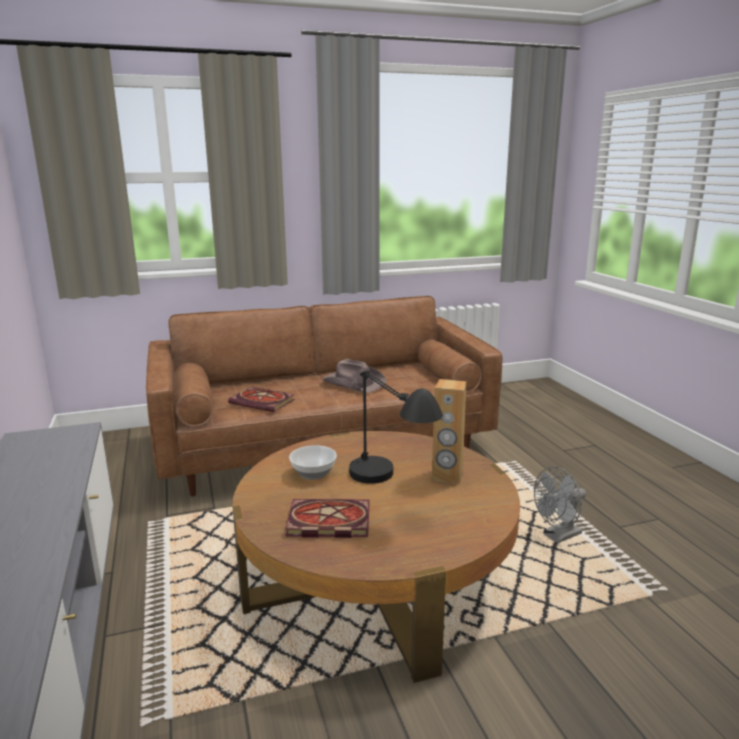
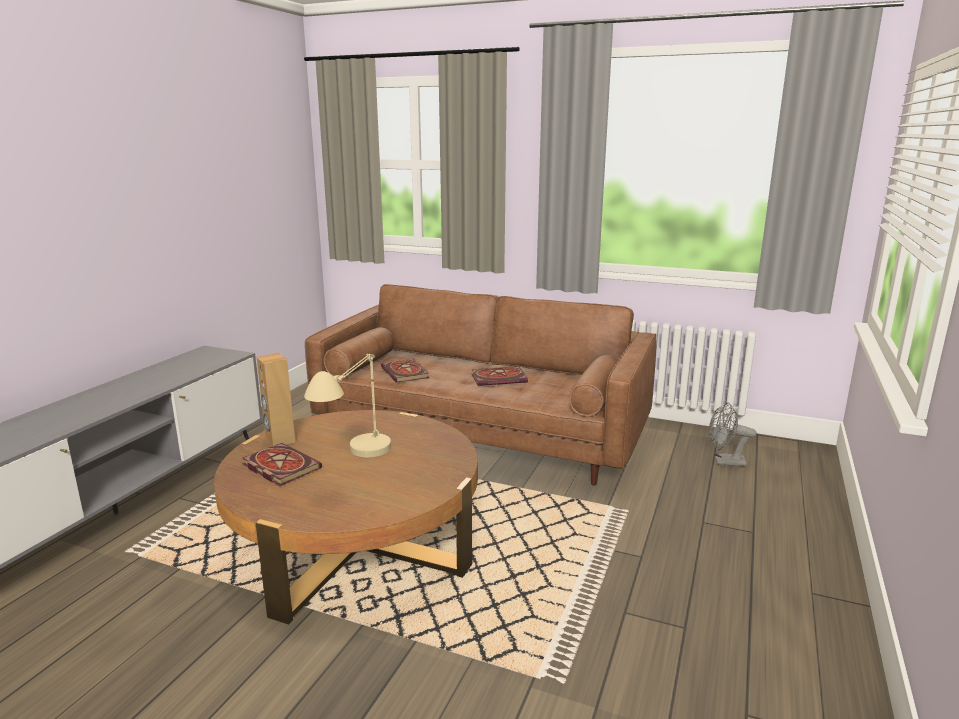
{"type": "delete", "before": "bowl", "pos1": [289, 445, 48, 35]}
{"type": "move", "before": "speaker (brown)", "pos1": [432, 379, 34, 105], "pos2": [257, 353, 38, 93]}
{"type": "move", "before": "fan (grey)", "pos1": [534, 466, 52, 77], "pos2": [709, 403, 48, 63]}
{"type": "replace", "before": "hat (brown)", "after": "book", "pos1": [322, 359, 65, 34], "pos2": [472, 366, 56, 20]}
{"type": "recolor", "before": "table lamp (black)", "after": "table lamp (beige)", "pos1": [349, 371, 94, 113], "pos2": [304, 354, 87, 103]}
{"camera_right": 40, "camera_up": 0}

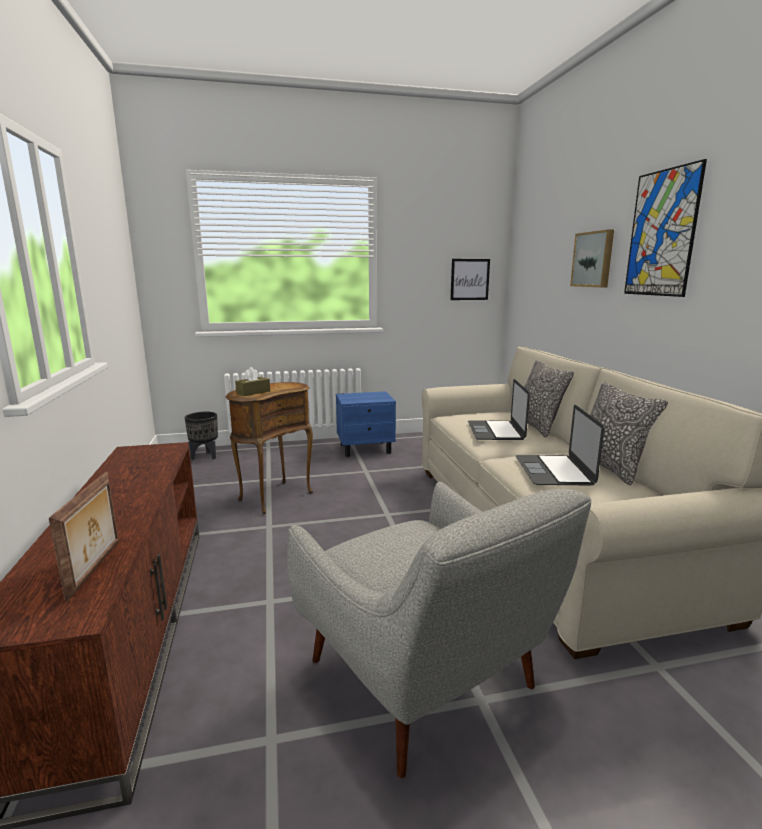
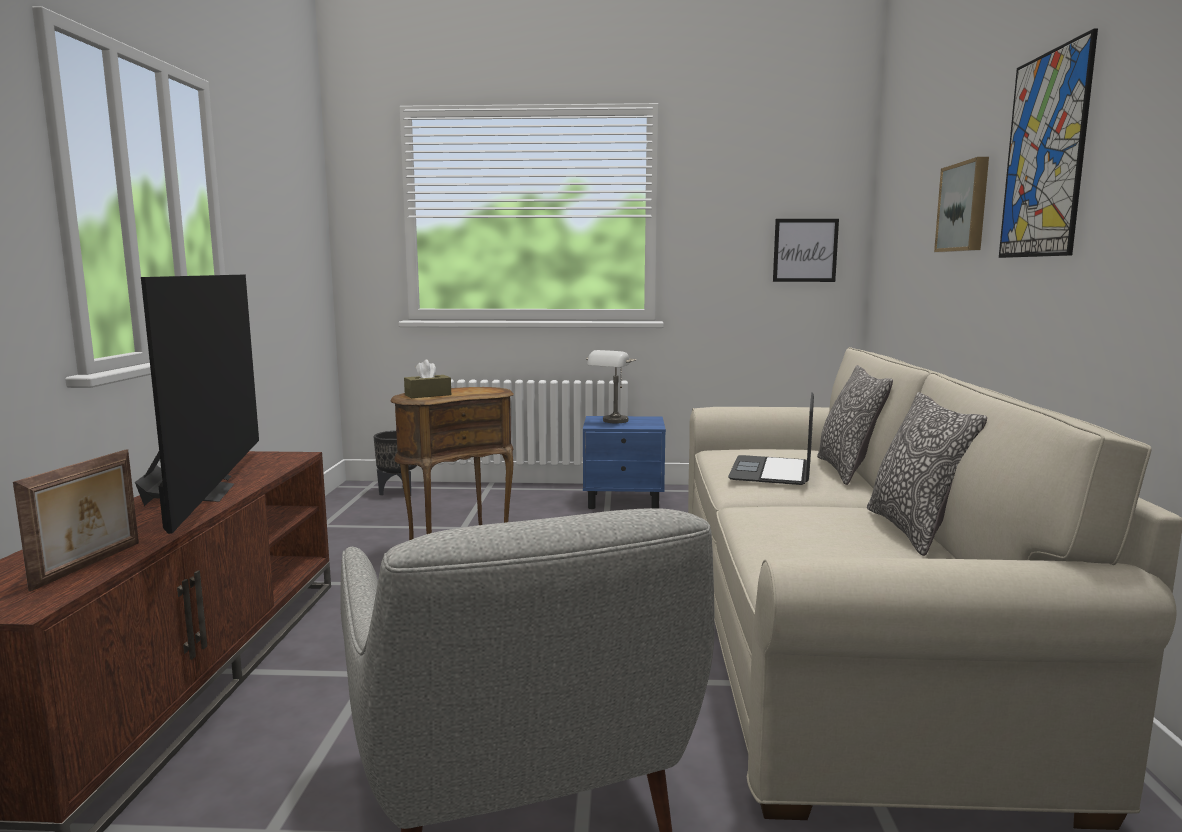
{"type": "delete", "before": "laptop", "pos1": [516, 405, 88, 80]}
{"type": "insert", "after": "television", "pos2": [135, 275, 124, 259]}
{"type": "insert", "after": "table lamp (grey)", "pos2": [586, 350, 50, 73]}
{"camera_right": 15, "camera_up": -5}

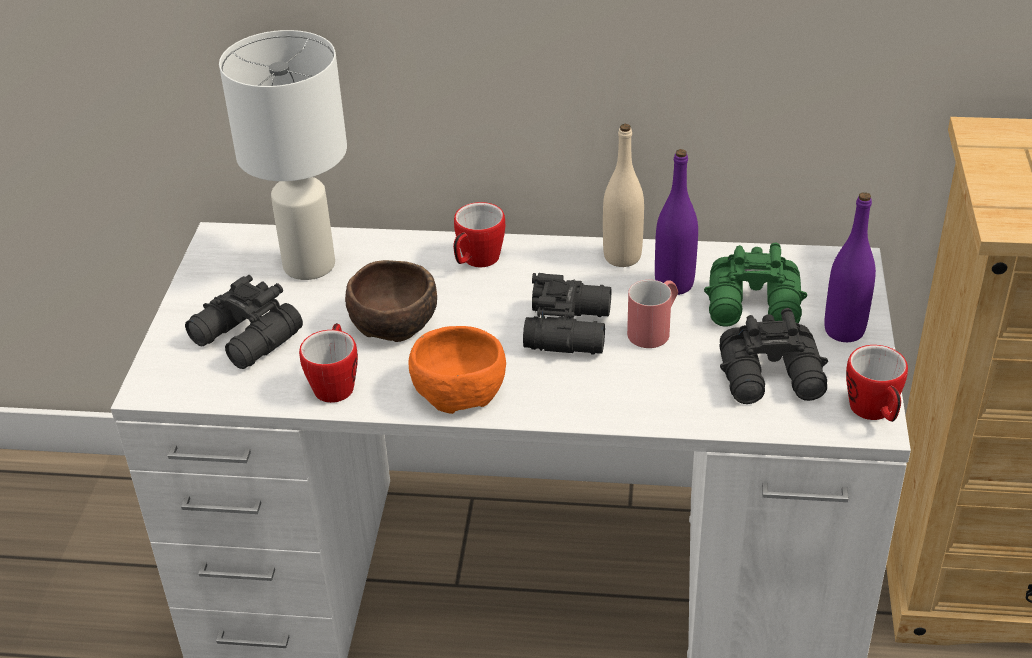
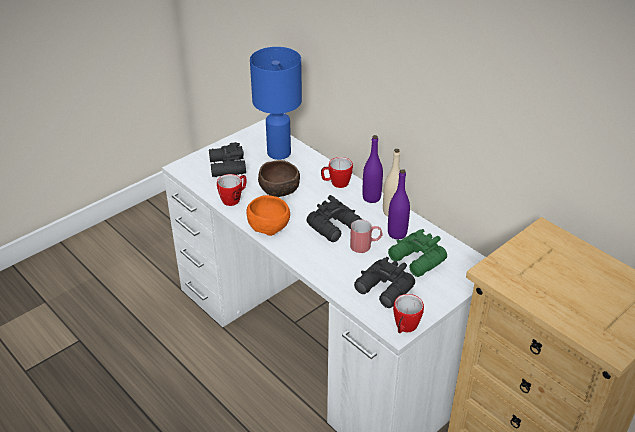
{"type": "move", "before": "bottle (purple)", "pos1": [824, 192, 52, 150], "pos2": [362, 135, 21, 68]}
{"type": "recolor", "before": "table lamp (white)", "after": "table lamp (blue)", "pos1": [219, 30, 128, 250], "pos2": [250, 47, 52, 113]}
{"camera_right": 40, "camera_up": 0}

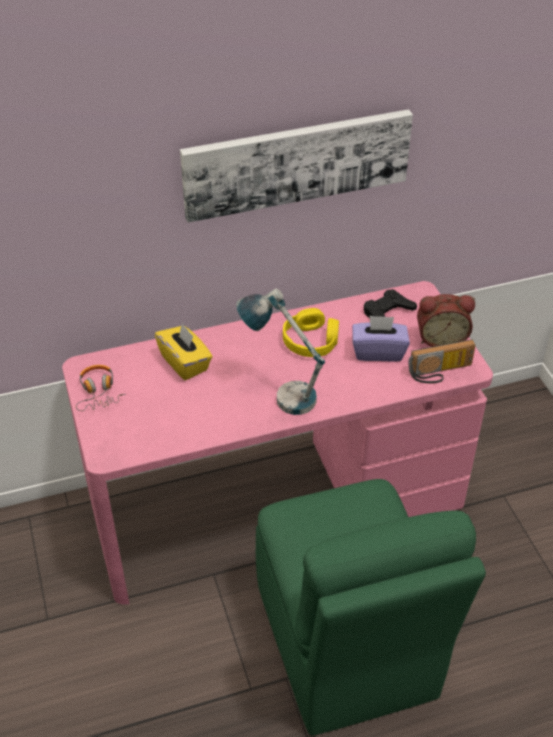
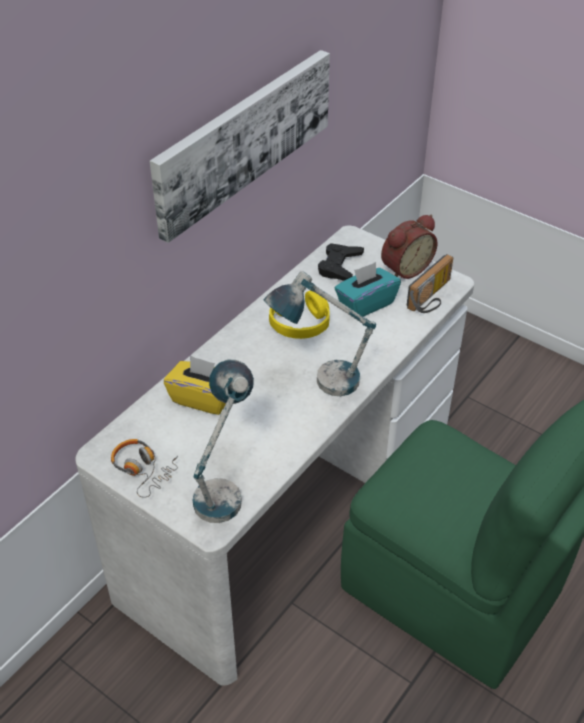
{"type": "insert", "after": "table lamp", "pos2": [193, 360, 61, 163]}
{"type": "recolor", "before": "desk (pink)", "after": "desk (white)", "pos1": [62, 281, 431, 323], "pos2": [75, 226, 399, 460]}
{"type": "recolor", "before": "tissue box (purple)", "after": "tissue box (turquoise)", "pos1": [352, 315, 58, 47], "pos2": [335, 262, 66, 55]}
{"camera_right": -35, "camera_up": 0}

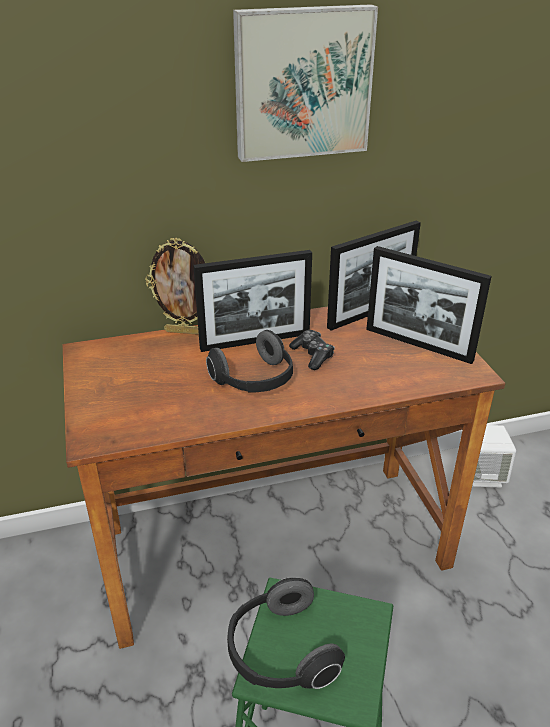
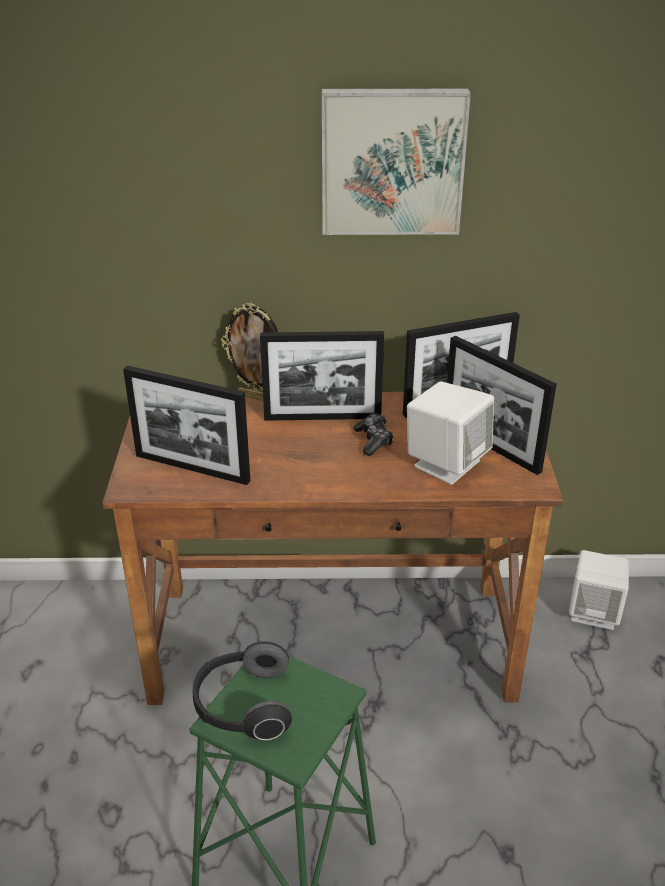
{"type": "delete", "before": "headphones", "pos1": [206, 330, 87, 62]}
{"type": "insert", "after": "picture frame", "pos2": [123, 365, 127, 120]}
{"type": "insert", "after": "speaker (white)", "pos2": [407, 381, 87, 104]}
{"camera_right": 15, "camera_up": 0}

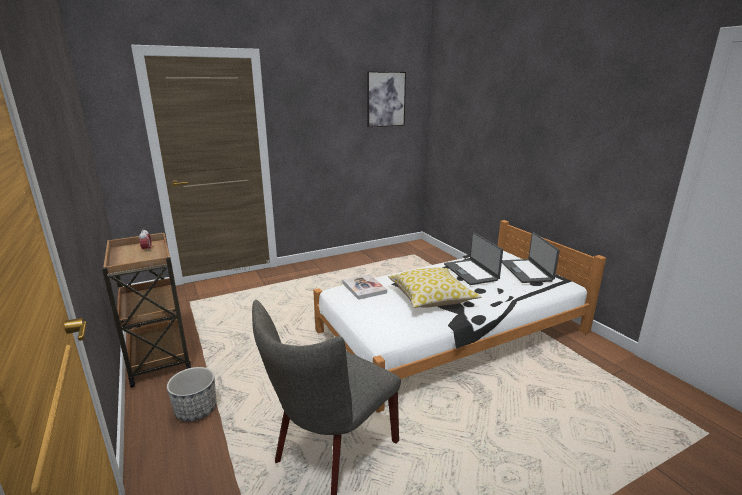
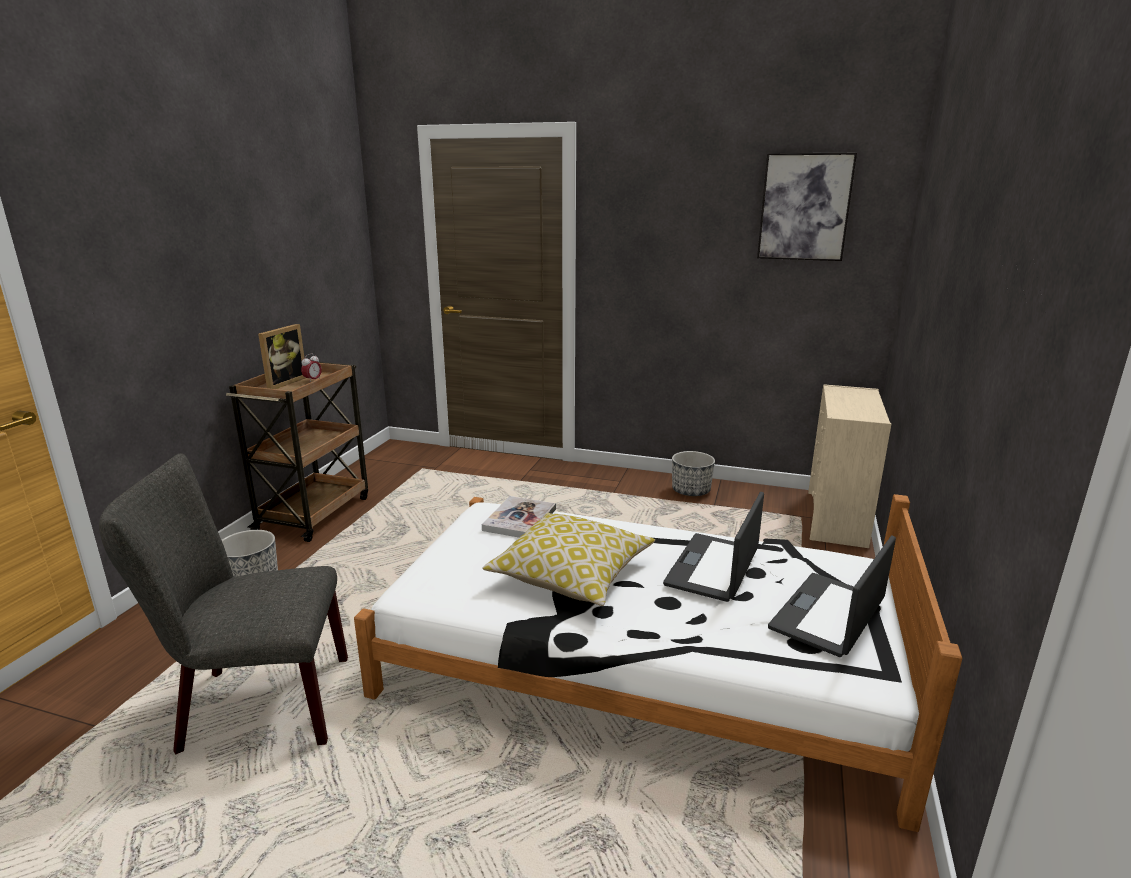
{"type": "insert", "after": "picture frame", "pos2": [258, 324, 47, 65]}
{"type": "insert", "after": "planter", "pos2": [672, 451, 43, 46]}
{"type": "insert", "after": "dresser (beige)", "pos2": [808, 384, 83, 164]}
{"camera_right": 45, "camera_up": 0}

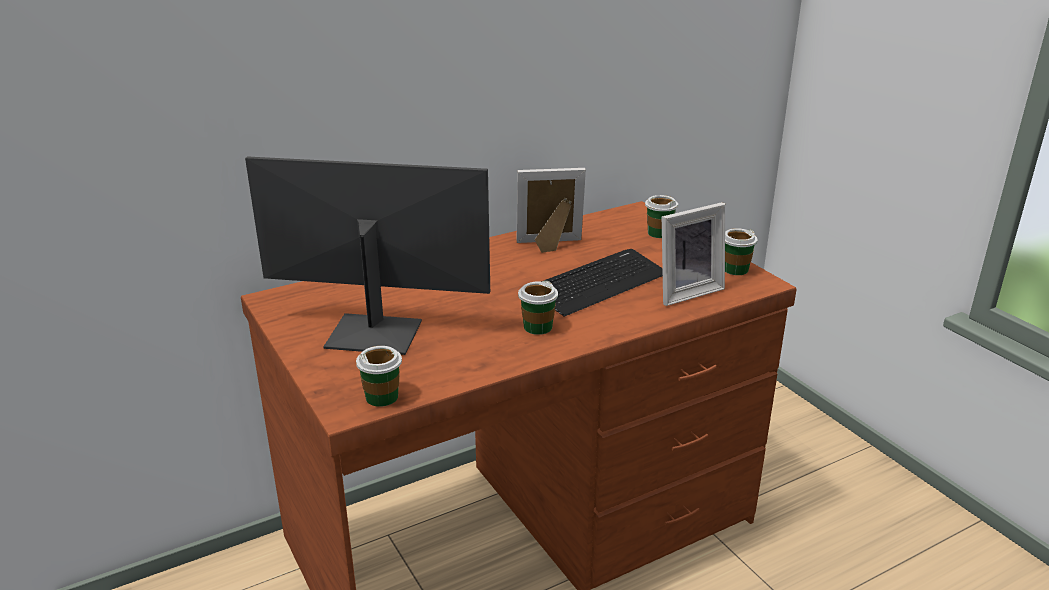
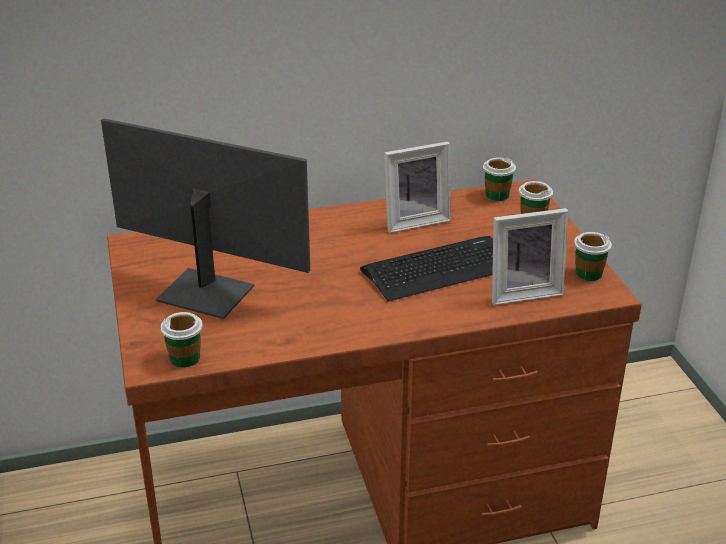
{"type": "move", "before": "cup", "pos1": [518, 281, 40, 54], "pos2": [483, 158, 33, 43]}
{"type": "rotate", "before": "picture frame", "pos1": [517, 168, 69, 85], "pos2": [384, 141, 67, 92], "turn": 150}
{"camera_right": 15, "camera_up": 5}

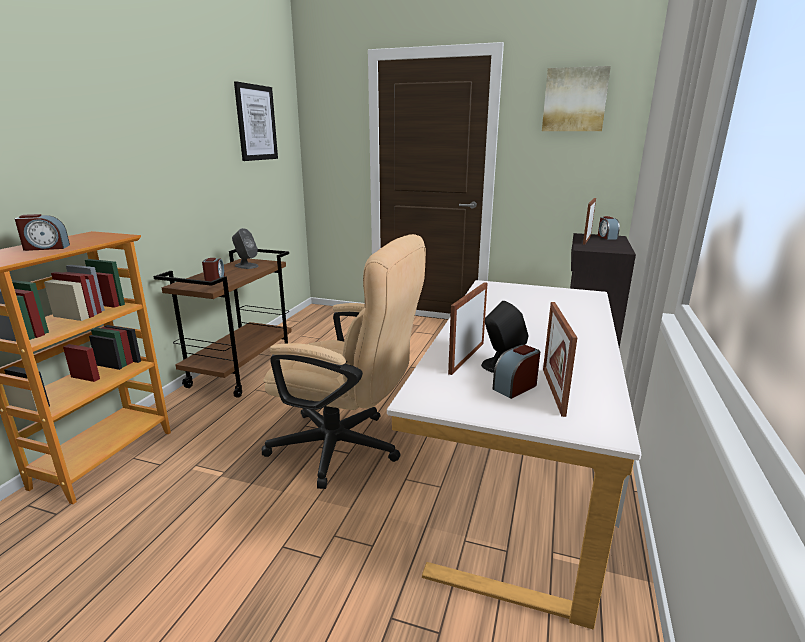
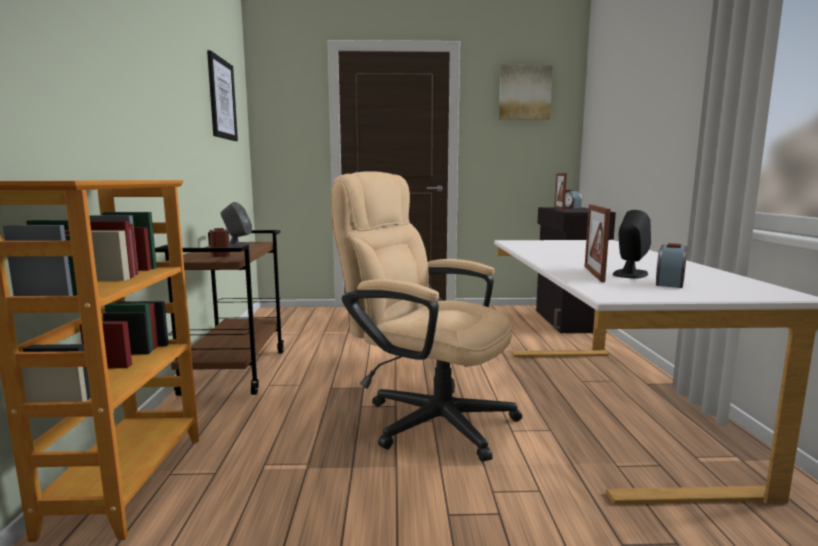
{"type": "delete", "before": "alarm clock", "pos1": [15, 214, 55, 37]}
{"type": "delete", "before": "picture frame", "pos1": [543, 302, 34, 115]}
{"type": "rotate", "before": "office chair (beige)", "pos1": [262, 234, 164, 255], "pos2": [331, 171, 191, 291], "turn": -150}
{"camera_right": -20, "camera_up": -10}

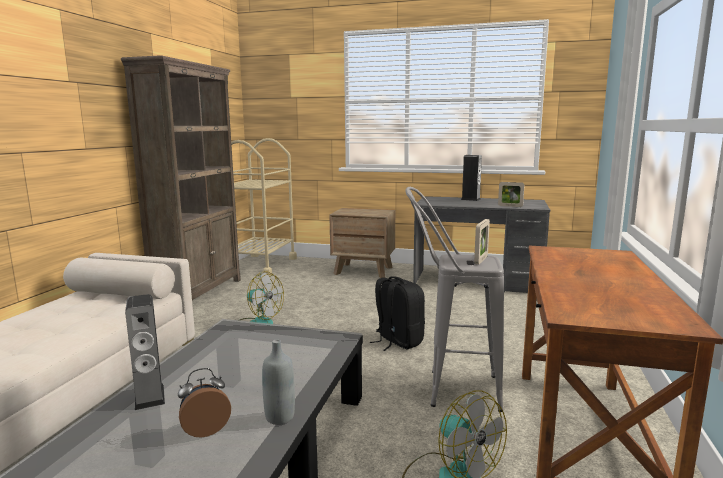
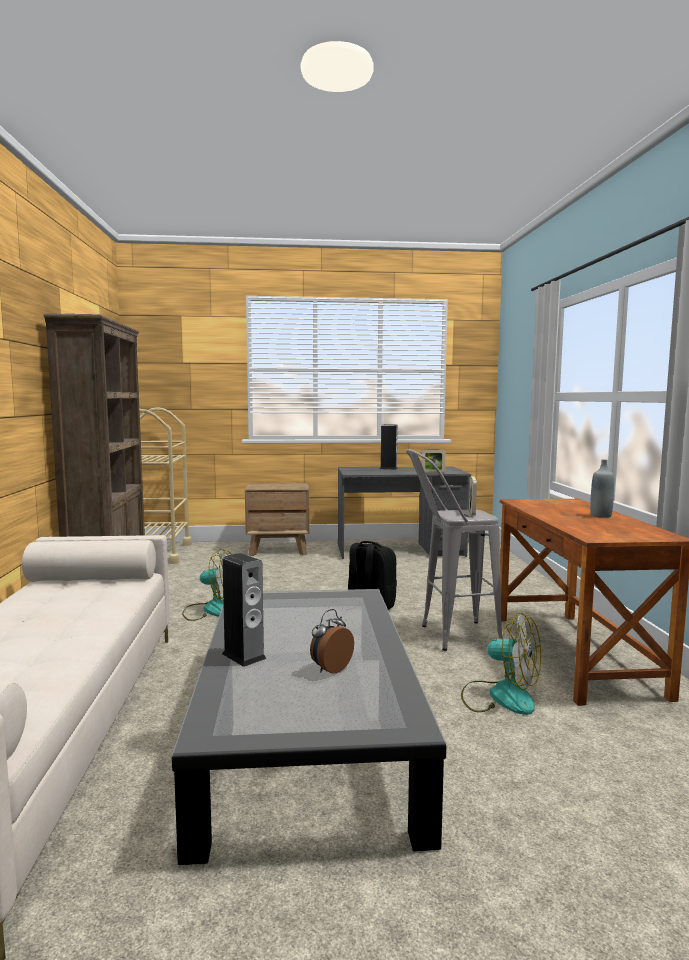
{"type": "move", "before": "bottle (grey)", "pos1": [262, 340, 33, 85], "pos2": [590, 459, 24, 59]}
{"camera_right": -20, "camera_up": -5}

